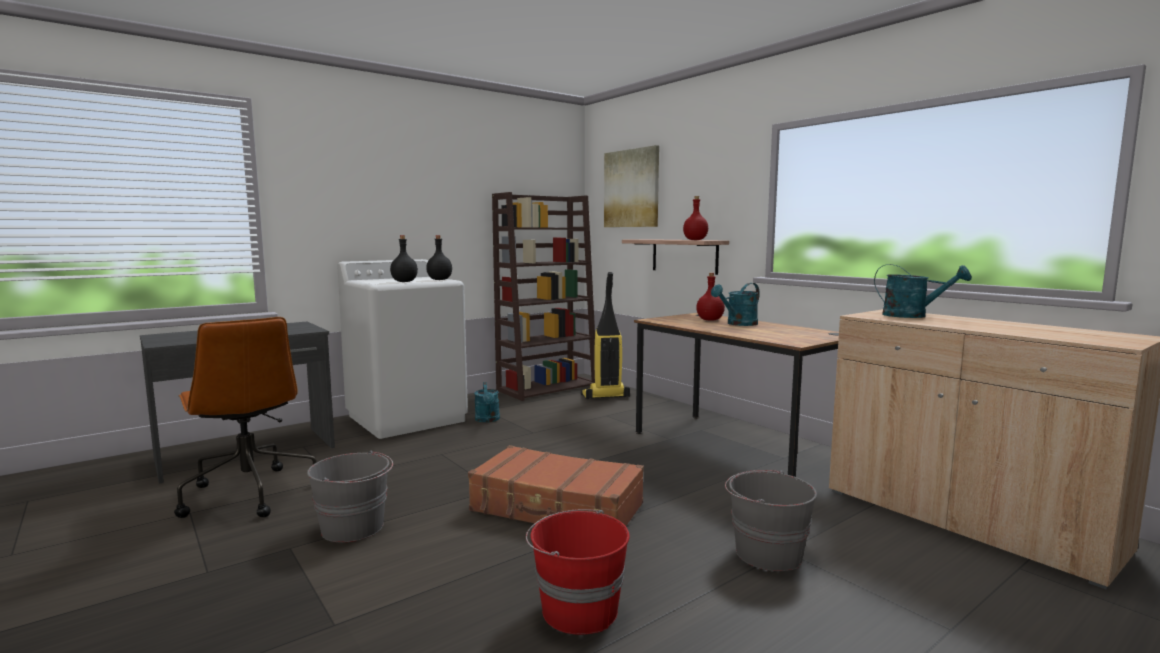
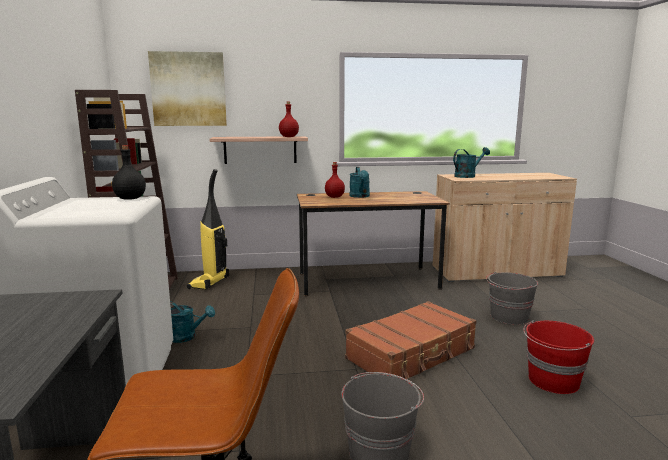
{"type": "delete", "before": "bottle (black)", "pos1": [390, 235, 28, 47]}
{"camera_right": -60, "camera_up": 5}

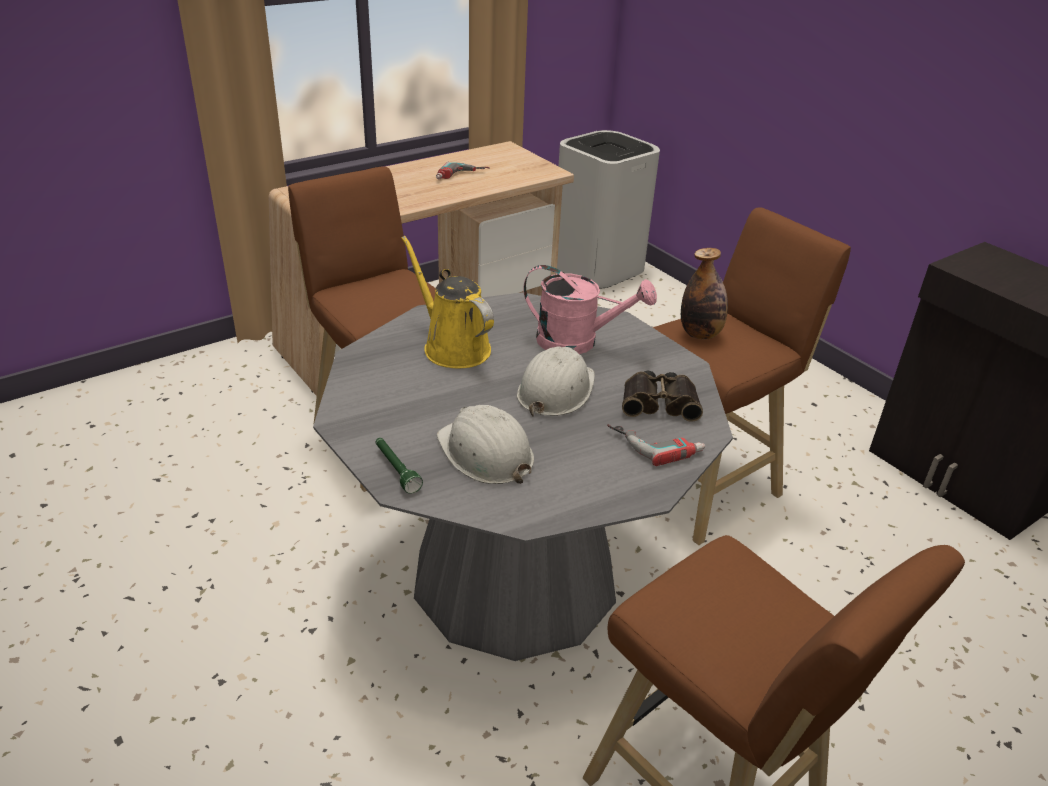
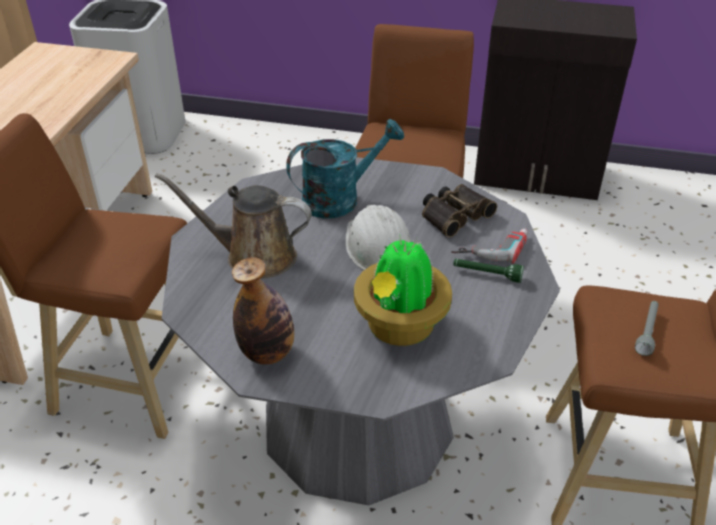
{"type": "delete", "before": "power drill", "pos1": [436, 162, 54, 18]}
{"type": "insert", "after": "flashlight (grey)", "pos2": [635, 301, 24, 55]}
{"type": "move", "before": "flashlight (green)", "pos1": [376, 438, 47, 56], "pos2": [453, 259, 71, 24]}
{"type": "move", "before": "bottle", "pos1": [681, 248, 47, 91], "pos2": [232, 257, 62, 108]}
{"type": "replace", "before": "hard hat (white)", "after": "potted plant", "pos1": [437, 405, 97, 79], "pos2": [354, 232, 98, 114]}
{"type": "recolor", "before": "watering can (yellow)", "after": "watering can (brown)", "pos1": [402, 236, 92, 132], "pos2": [155, 173, 157, 106]}
{"type": "recolor", "before": "watering can (pink)", "after": "watering can (turquoise)", "pos1": [523, 265, 134, 89], "pos2": [286, 119, 118, 99]}
{"camera_right": -40, "camera_up": 5}

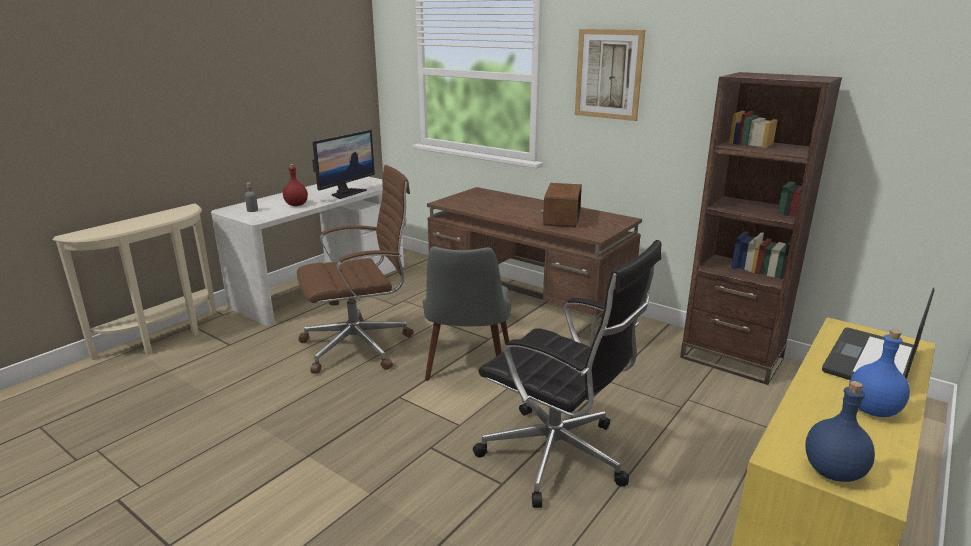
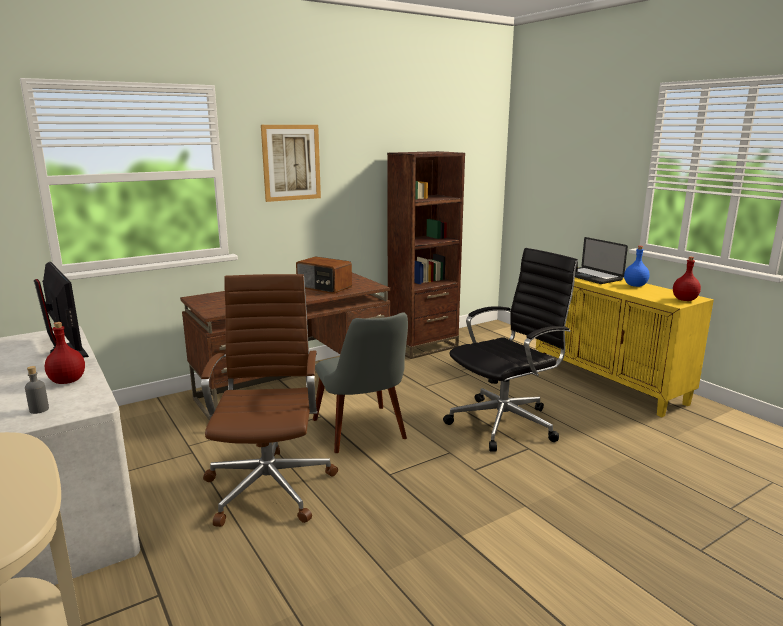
{"type": "recolor", "before": "bottle (blue)", "after": "bottle (red)", "pos1": [805, 381, 70, 101], "pos2": [673, 257, 28, 44]}
{"type": "rotate", "before": "chair (grey)", "pos1": [423, 246, 88, 135], "pos2": [313, 312, 95, 141], "turn": 45}
{"camera_right": -70, "camera_up": -5}

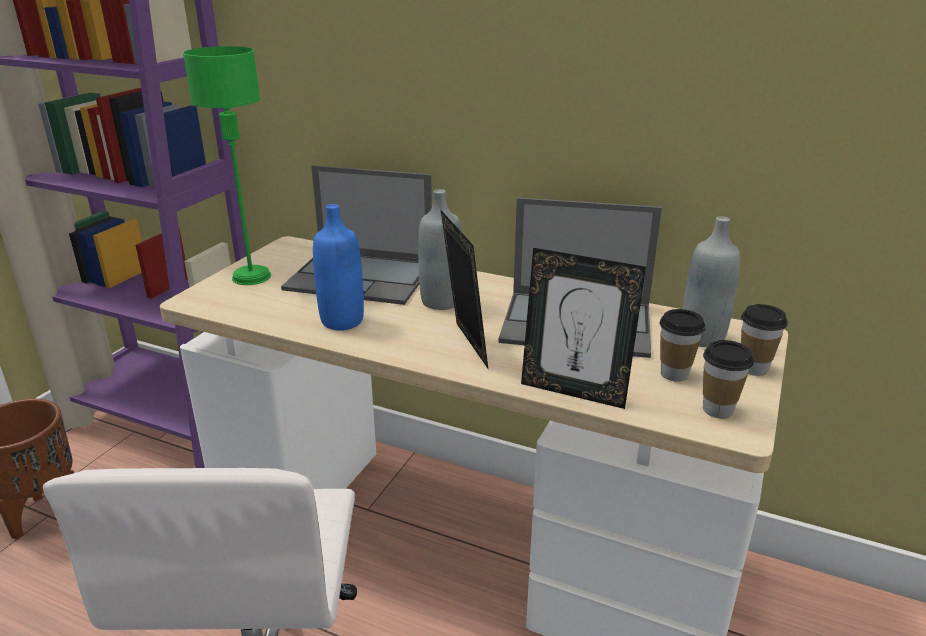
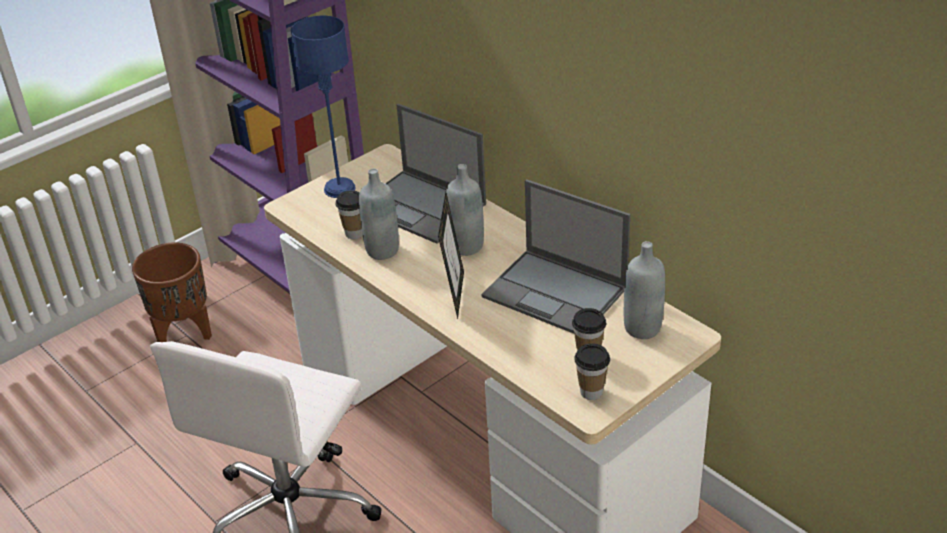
{"type": "delete", "before": "picture frame", "pos1": [521, 248, 125, 161]}
{"type": "move", "before": "cup", "pos1": [741, 304, 47, 72], "pos2": [335, 190, 28, 49]}
{"type": "recolor", "before": "table lamp (green)", "after": "table lamp (blue)", "pos1": [183, 46, 88, 239], "pos2": [291, 16, 65, 182]}
{"type": "recolor", "before": "bottle (blue)", "after": "bottle (grey)", "pos1": [313, 204, 51, 127], "pos2": [359, 168, 40, 92]}
{"camera_right": 25, "camera_up": 10}

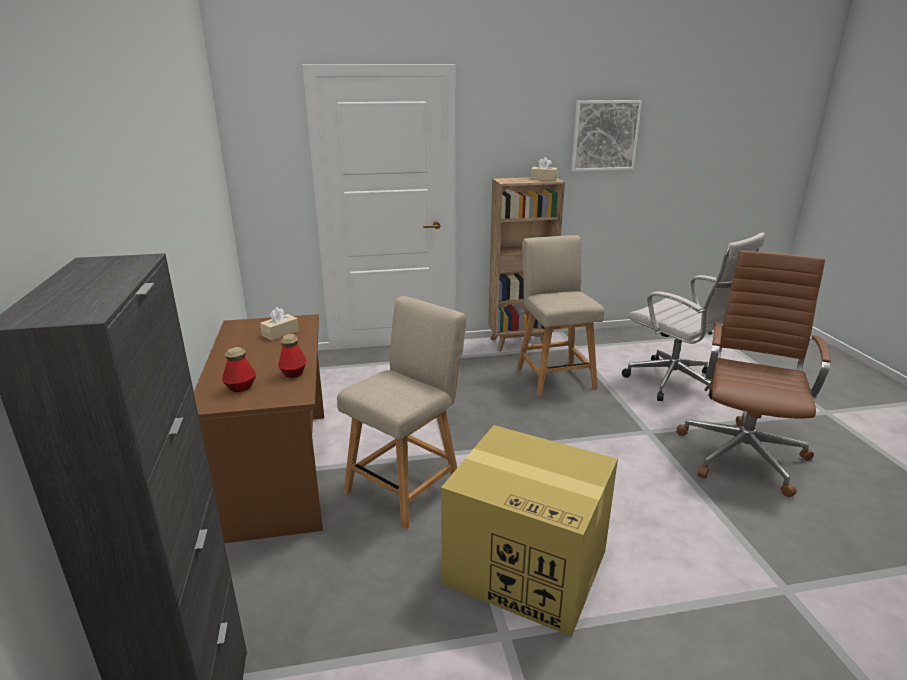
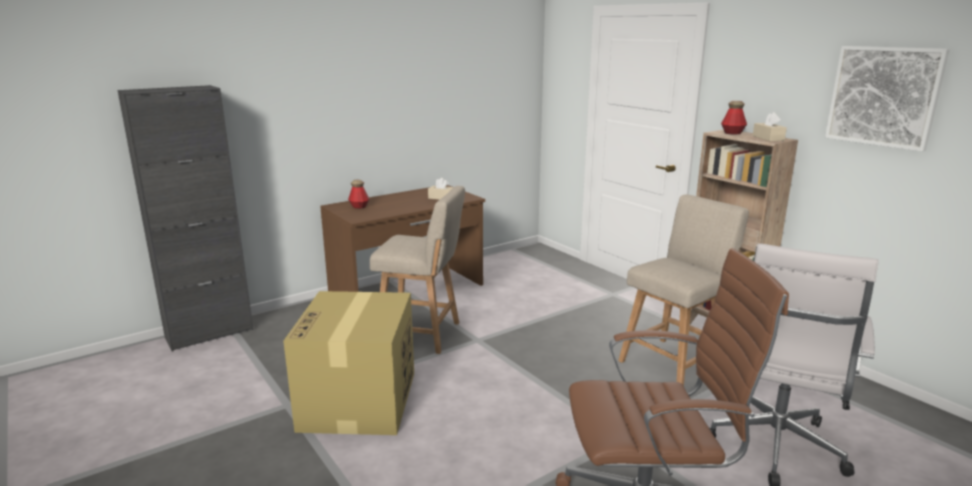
{"type": "move", "before": "bottle", "pos1": [278, 334, 29, 44], "pos2": [721, 101, 26, 33]}
{"camera_right": 65, "camera_up": -5}

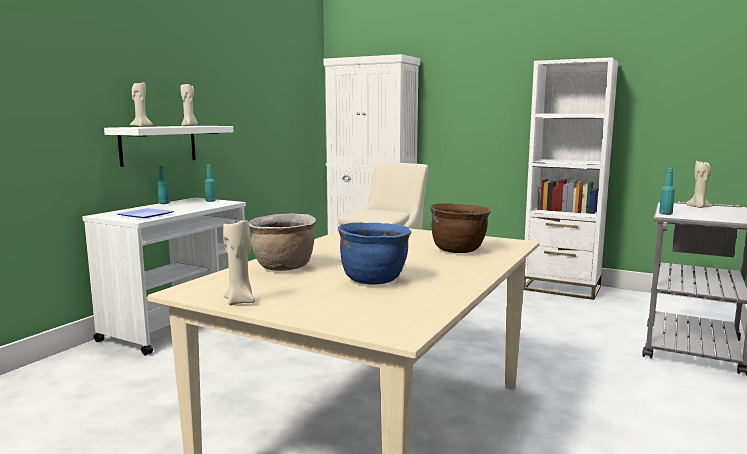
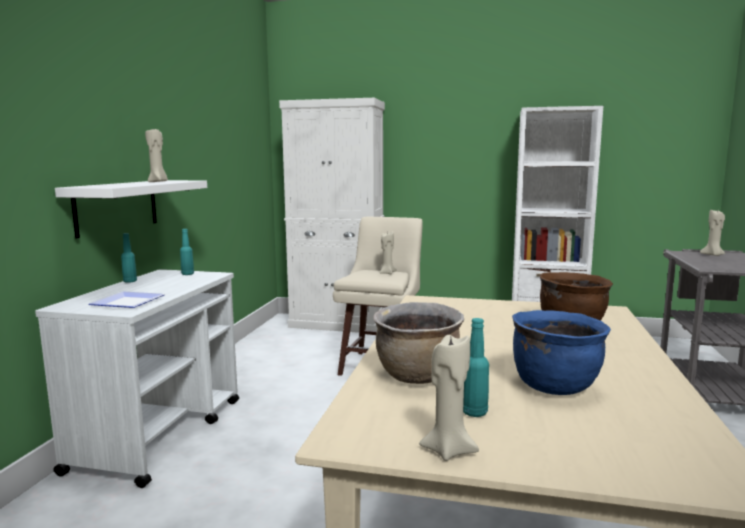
{"type": "move", "before": "candle (beige)", "pos1": [130, 82, 23, 45], "pos2": [379, 231, 17, 43]}
{"type": "move", "before": "bottle (turquoise)", "pos1": [659, 168, 16, 47], "pos2": [463, 318, 26, 99]}
{"camera_right": -15, "camera_up": 0}

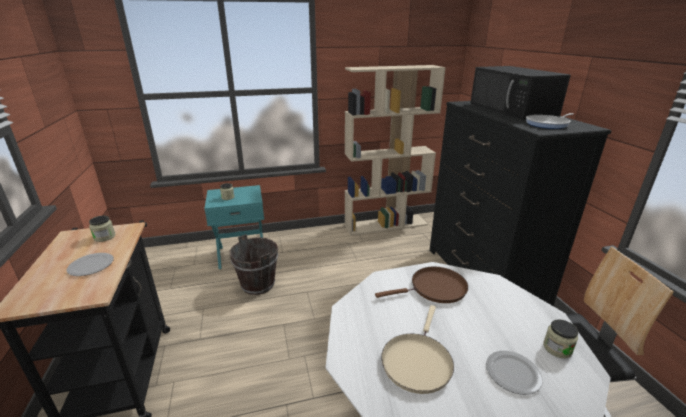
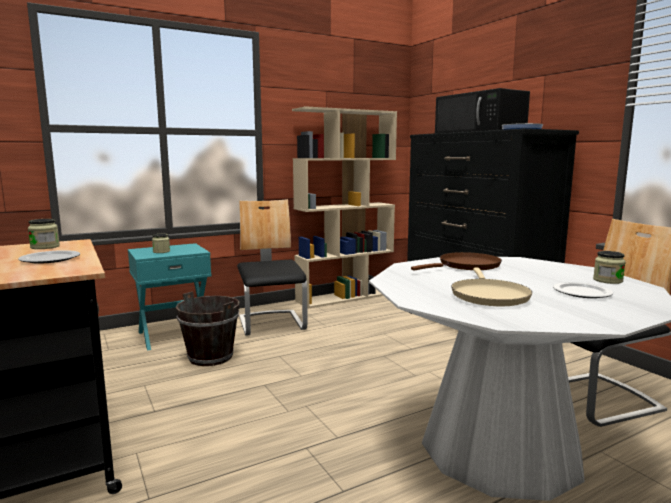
{"type": "insert", "after": "chair", "pos2": [237, 199, 70, 137]}
{"camera_right": -15, "camera_up": -15}

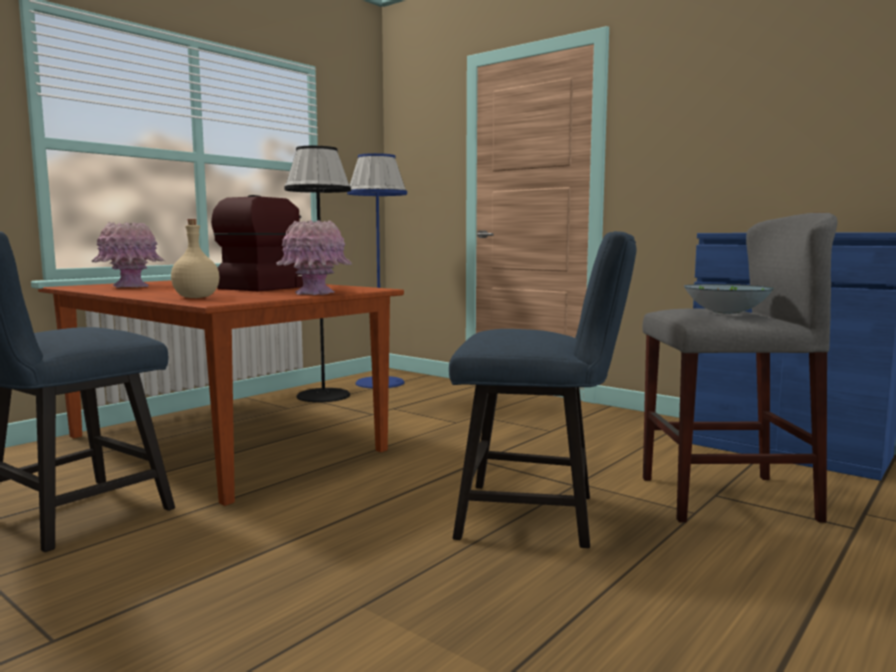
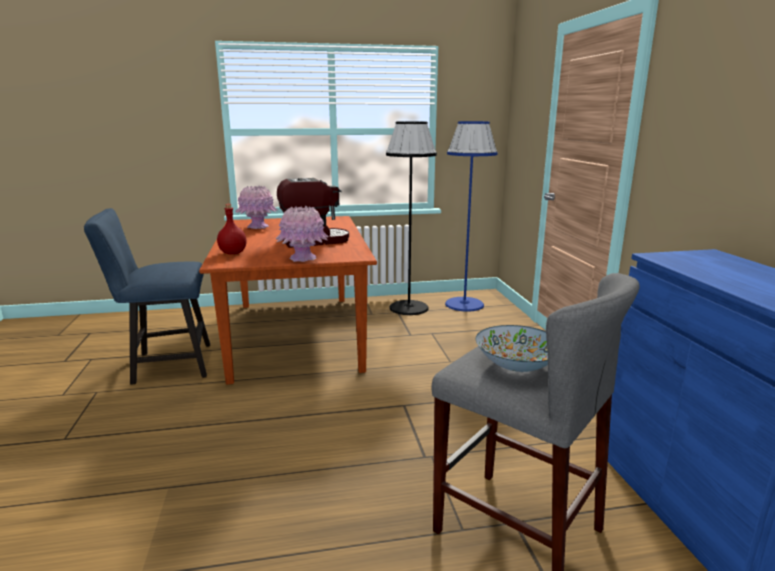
{"type": "delete", "before": "chair (blue)", "pos1": [449, 231, 187, 317]}
{"type": "recolor", "before": "bottle (beige)", "after": "bottle (red)", "pos1": [171, 219, 48, 79], "pos2": [217, 204, 30, 50]}
{"camera_right": 40, "camera_up": 10}

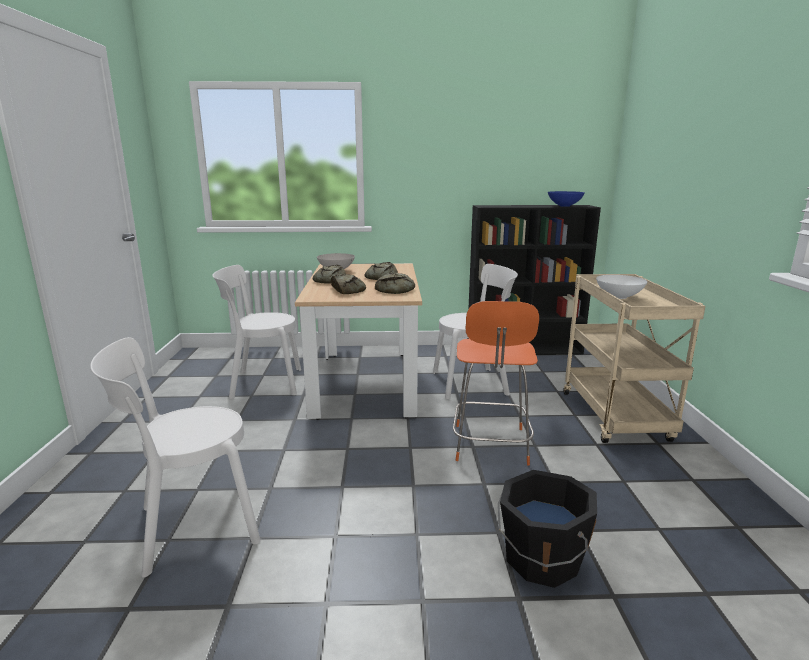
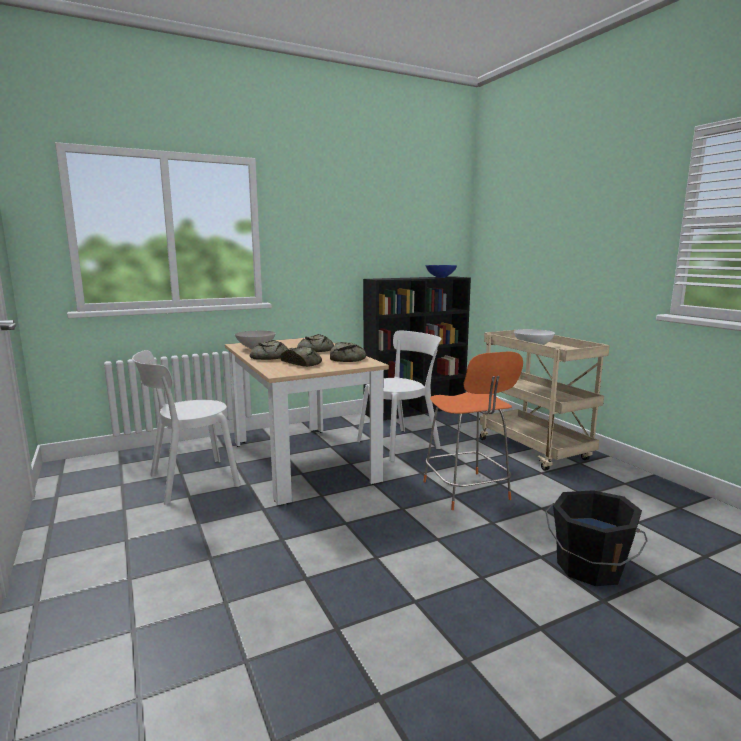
{"type": "delete", "before": "chair (white)", "pos1": [90, 337, 171, 240]}
{"camera_right": -25, "camera_up": -5}

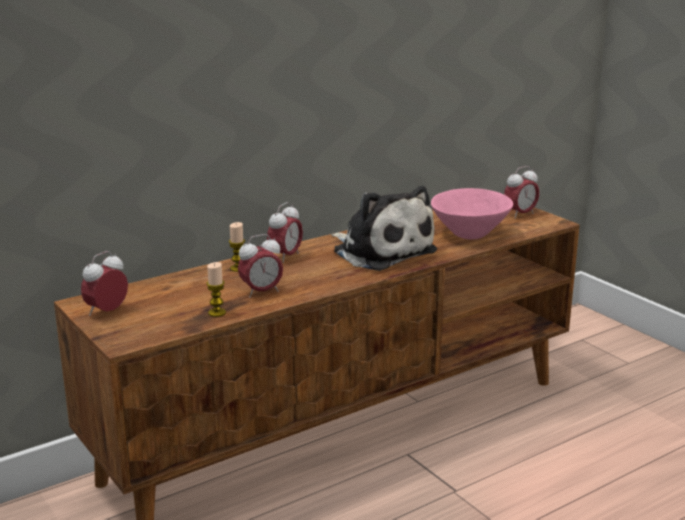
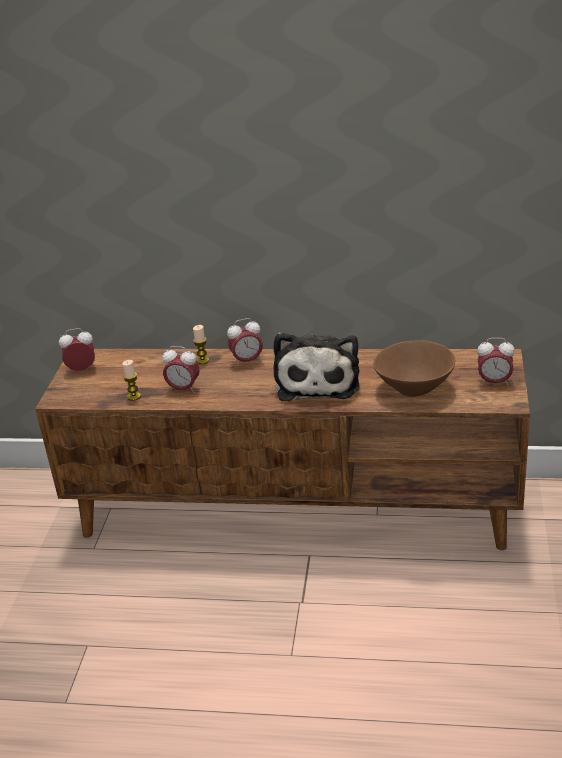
{"type": "recolor", "before": "bowl (pink)", "after": "bowl (brown)", "pos1": [431, 188, 82, 51], "pos2": [373, 340, 82, 57]}
{"camera_right": 45, "camera_up": 10}

